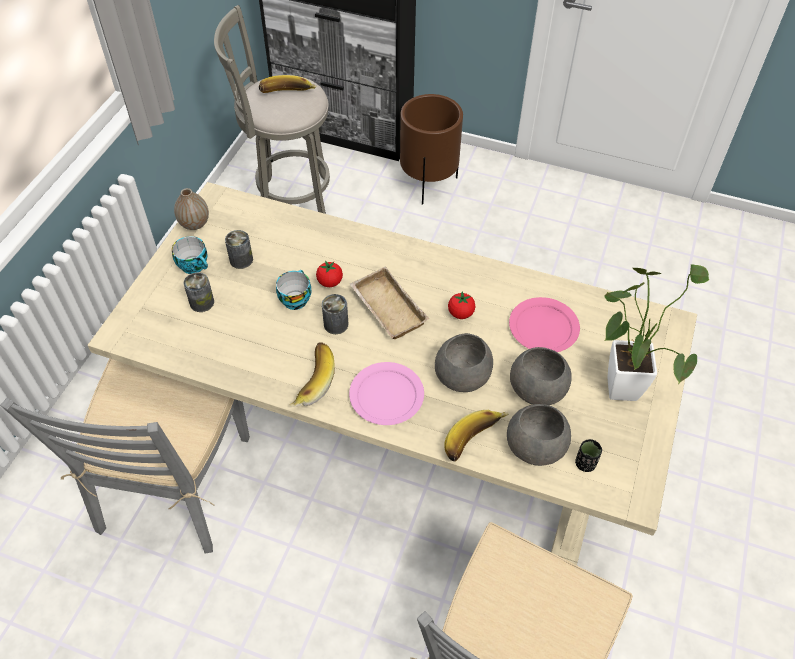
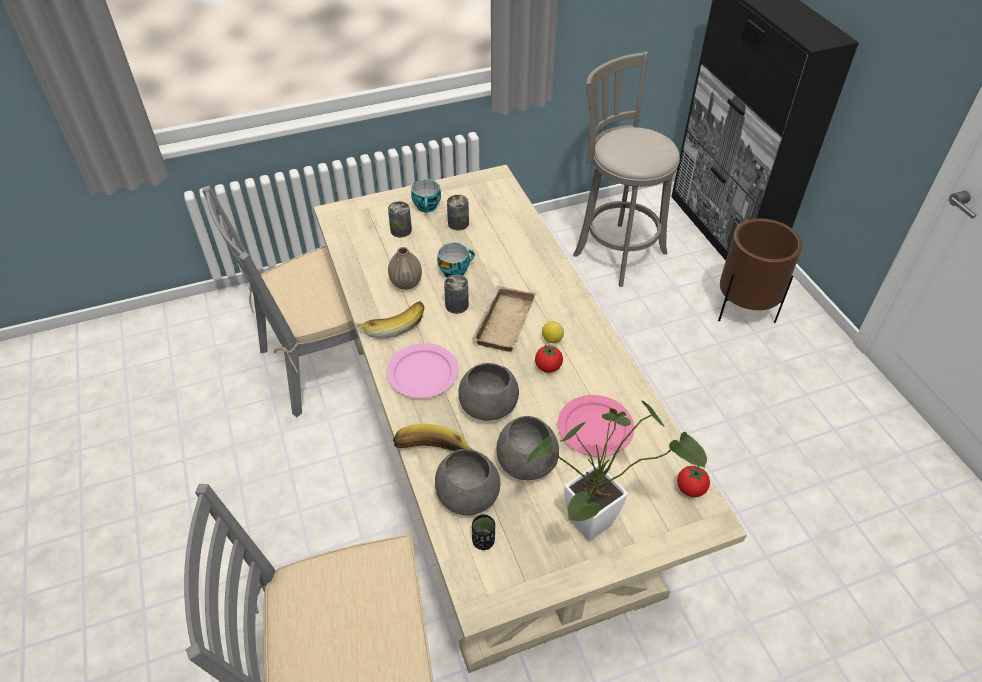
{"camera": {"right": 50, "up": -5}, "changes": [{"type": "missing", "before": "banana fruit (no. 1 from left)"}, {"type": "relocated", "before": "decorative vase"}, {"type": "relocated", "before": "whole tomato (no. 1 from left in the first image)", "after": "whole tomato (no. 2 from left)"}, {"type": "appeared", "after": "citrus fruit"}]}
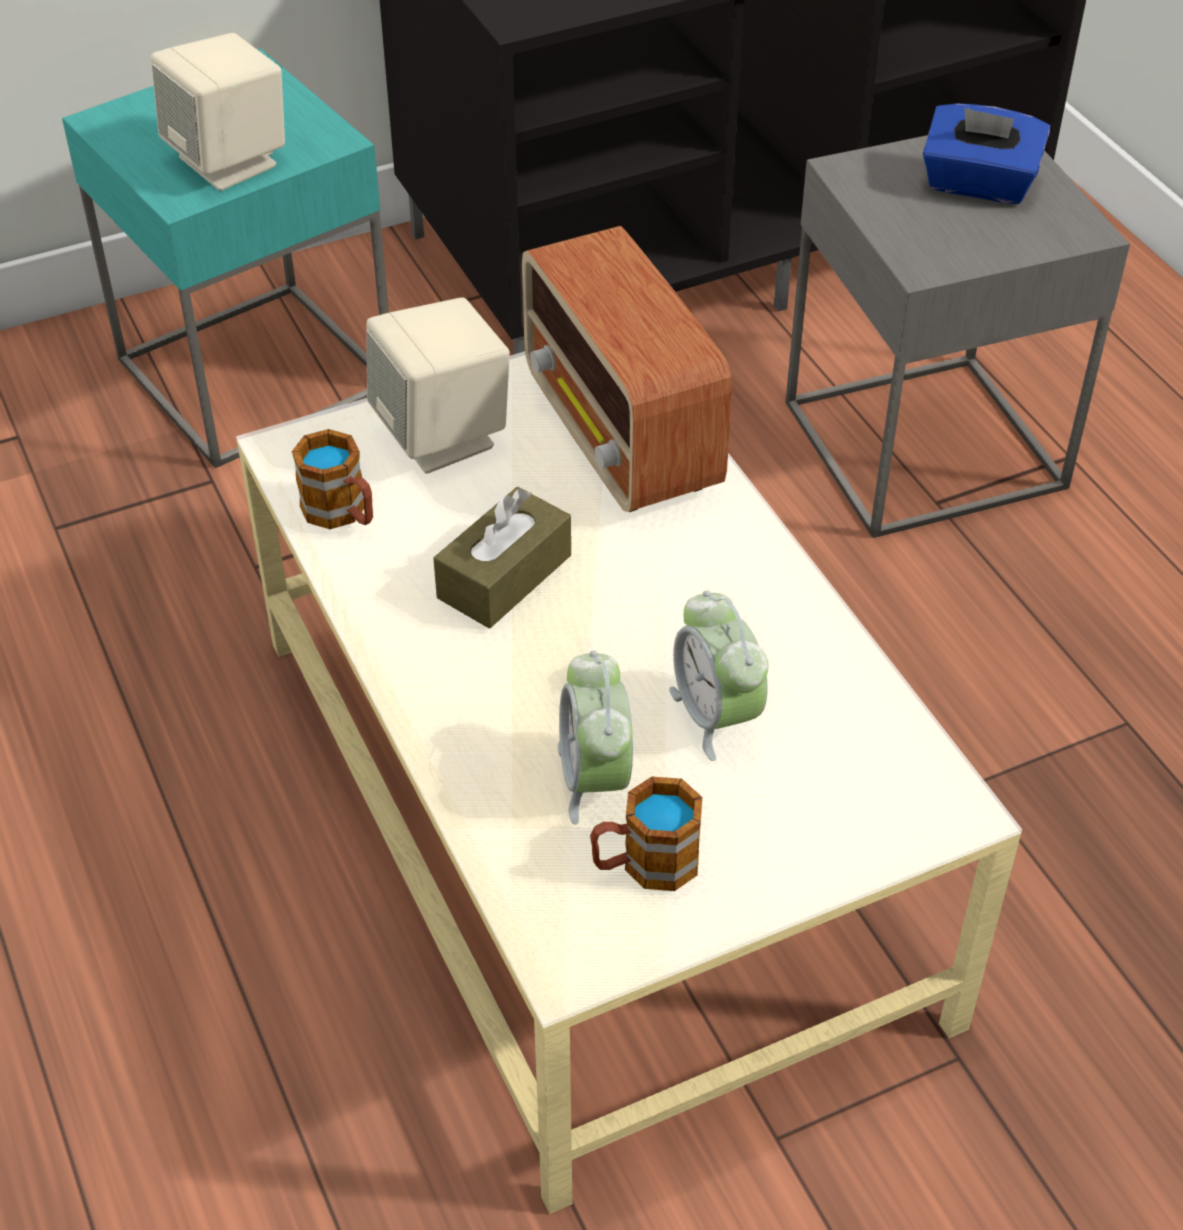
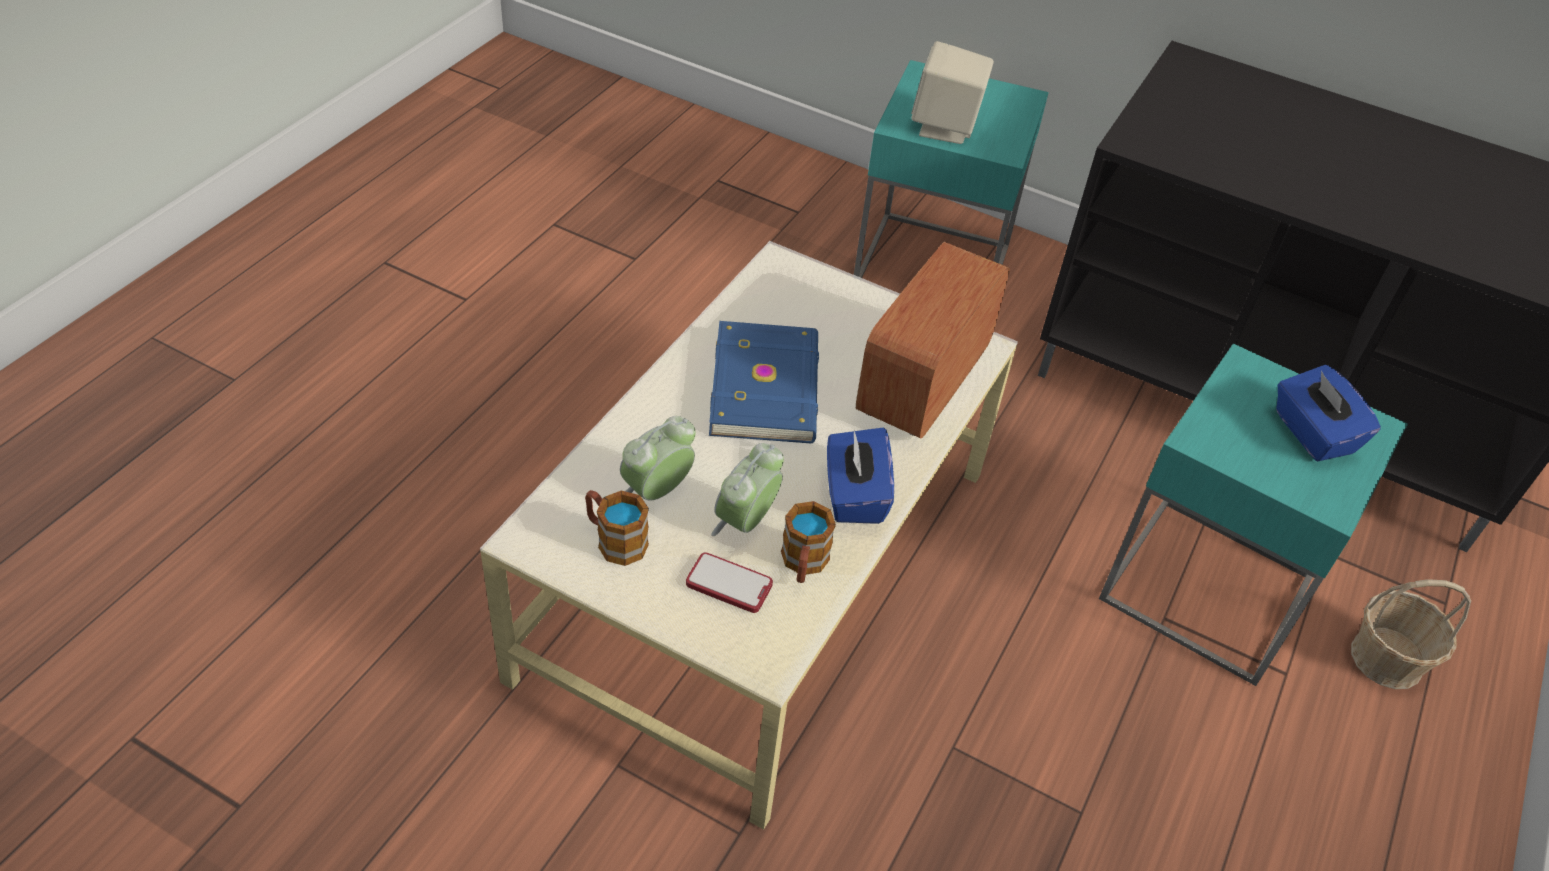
{"camera": {"right": 50, "up": 0}, "changes": [{"type": "colour", "before": "greyish side table", "after": "turquoise side table (no. 2 from left)"}, {"type": "missing", "before": "sand-coloured audio speaker (no. 2 from left)"}, {"type": "relocated", "before": "mug (no. 1 from left in the first image)", "after": "mug (no. 2 from left)"}, {"type": "exchanged", "before": "brown box of tissues", "after": "blue-coloured volume"}, {"type": "appeared", "after": "blue-coloured box of tissues (no. 1 from left)"}, {"type": "appeared", "after": "handset"}, {"type": "appeared", "after": "storage basket"}]}
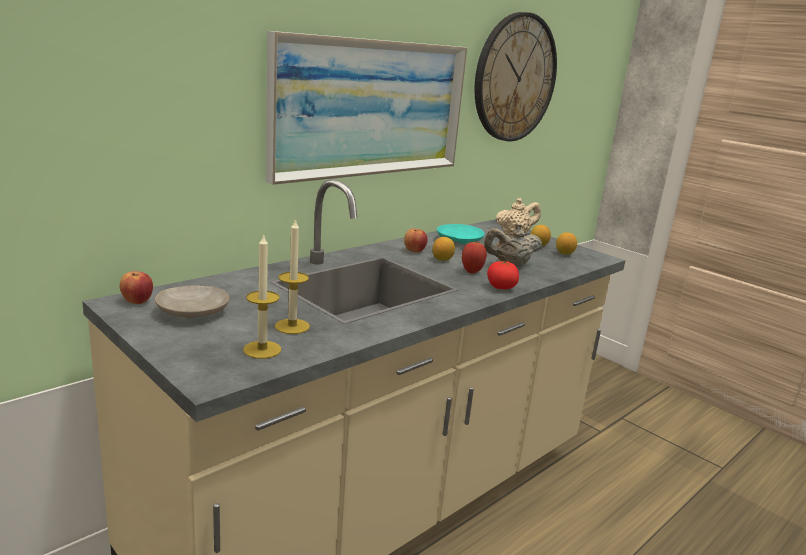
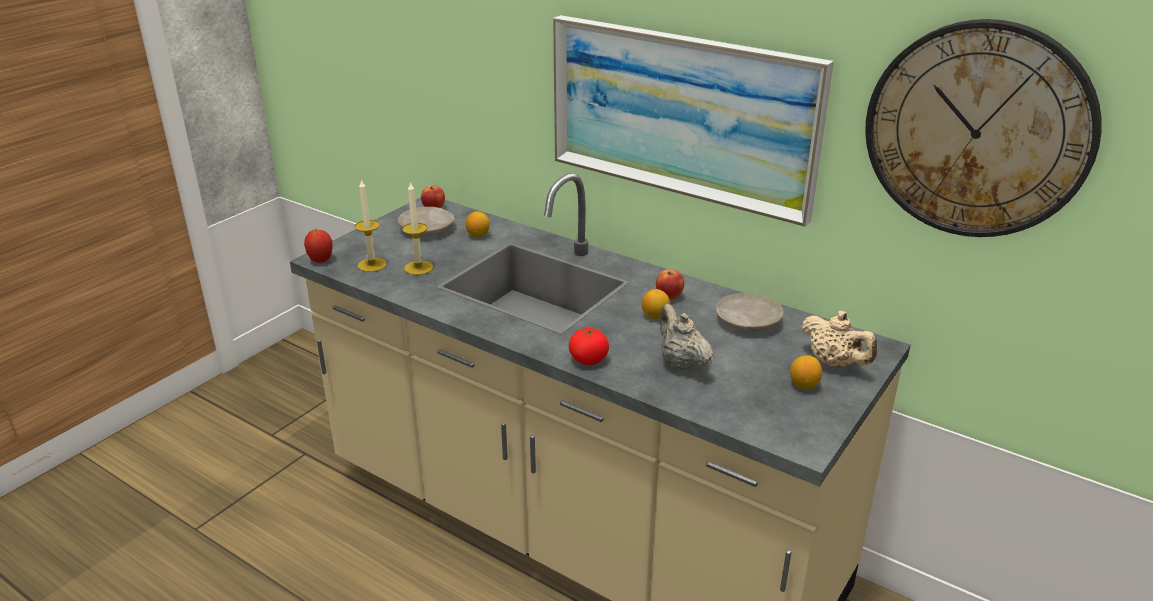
{"camera": {"right": 80, "up": 10}, "changes": [{"type": "colour", "before": "turquoise plate", "after": "sand-coloured plate (no. 2 from left)"}, {"type": "relocated", "before": "citrus fruit (no. 3 from left in the first image)", "after": "citrus fruit (no. 1 from left)"}, {"type": "relocated", "before": "whole apple (no. 3 from left in the first image)", "after": "whole apple (no. 1 from left)"}]}
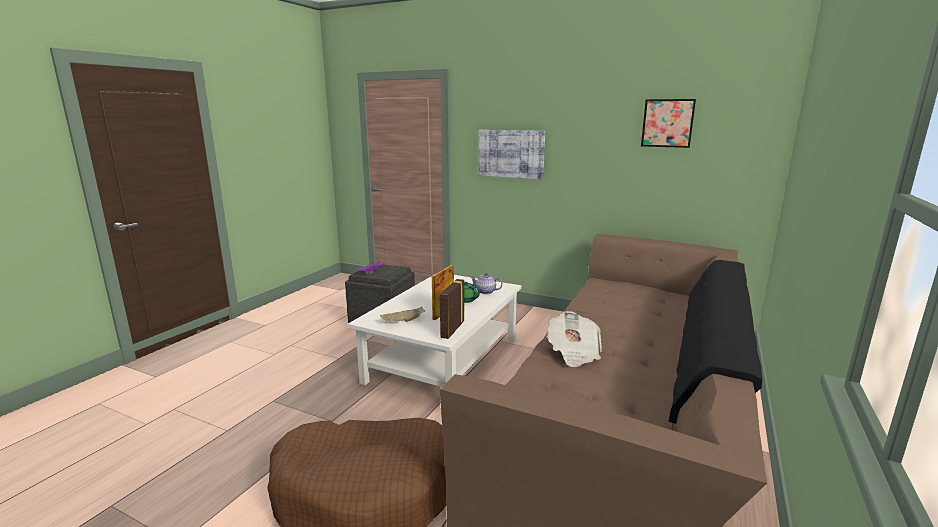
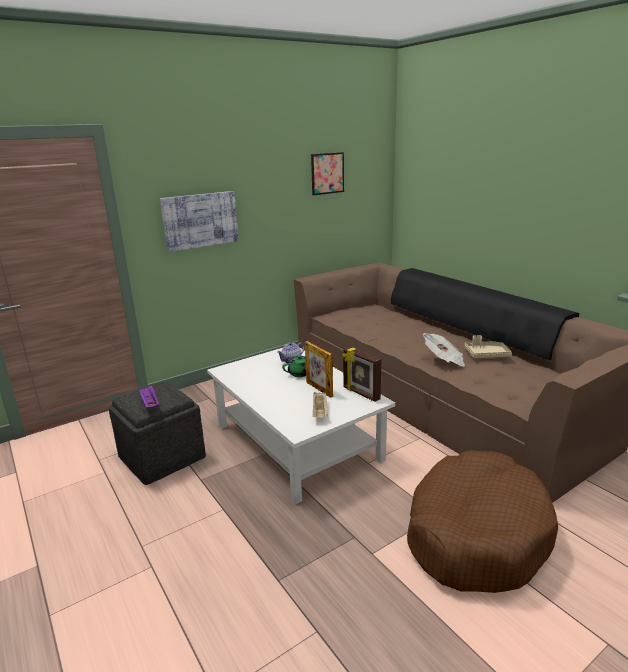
{"camera": {"right": -60, "up": 5}, "changes": [{"type": "appeared", "after": "sand-coloured carrying tray (no. 2 from left)"}]}
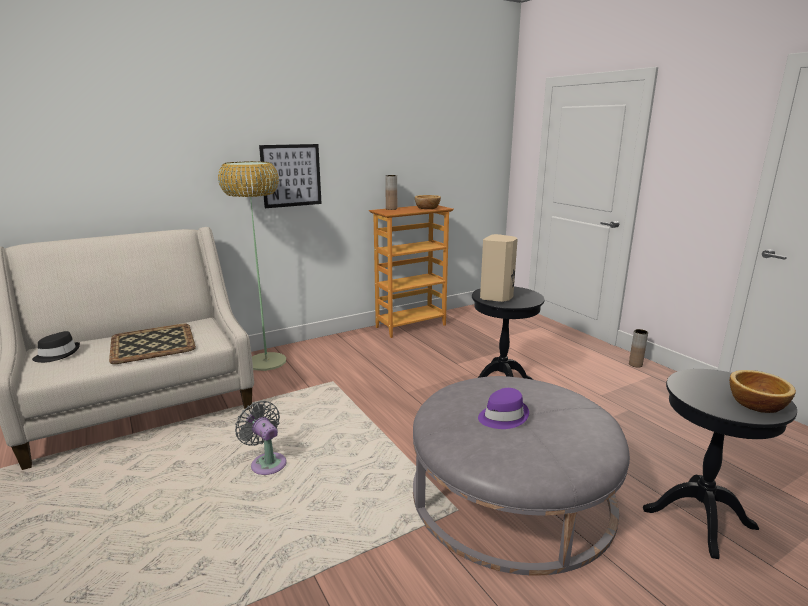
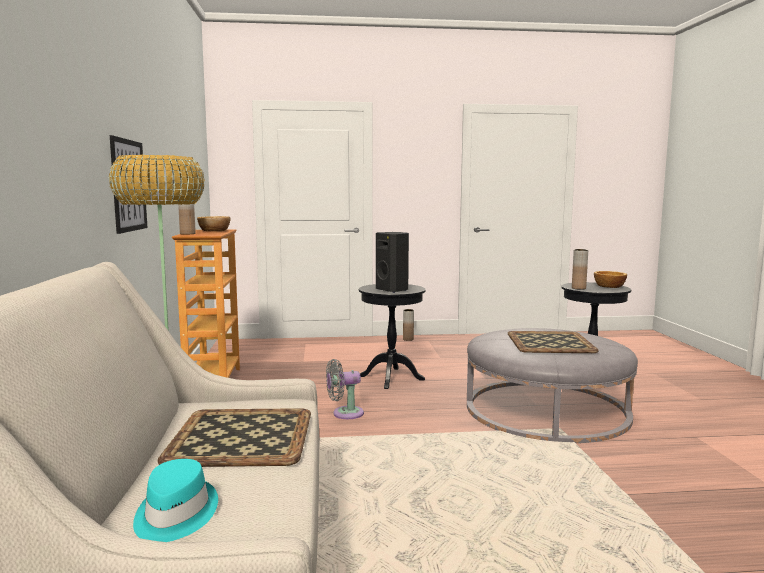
{"camera": {"right": -65, "up": -10}, "changes": [{"type": "colour", "before": "sand-coloured audio speaker", "after": "black-coloured audio speaker"}, {"type": "colour", "before": "black-coloured clothing hat", "after": "turquoise clothing hat"}, {"type": "exchanged", "before": "purple-coloured clothing hat", "after": "carrying tray (no. 2 from left)"}, {"type": "relocated", "before": "greyish electric fan"}, {"type": "appeared", "after": "brown decorative vase (no. 3 from left)"}]}
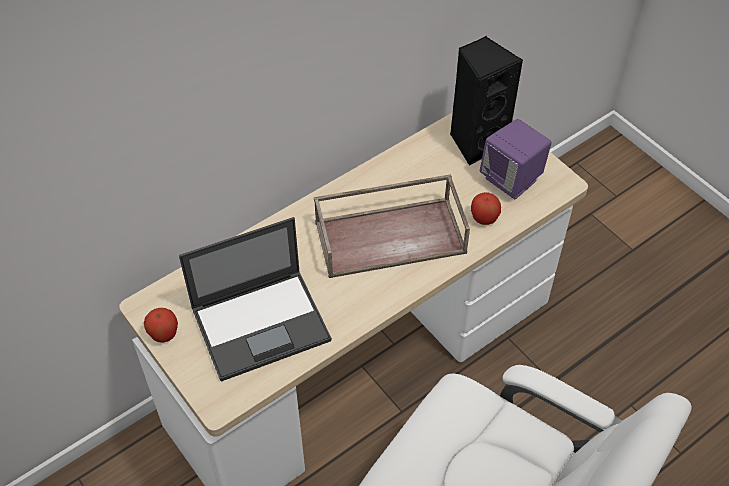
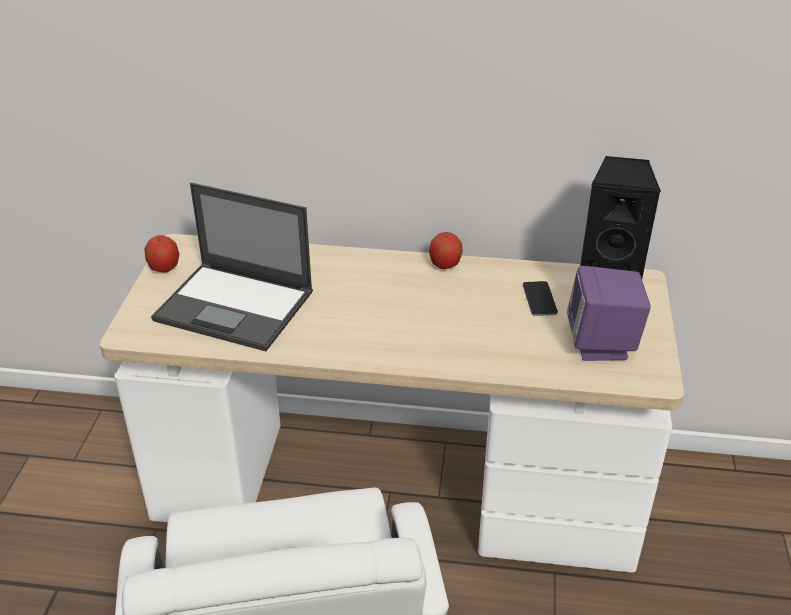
{"camera": {"right": 45, "up": -15}, "changes": [{"type": "missing", "before": "brown carrying tray"}, {"type": "relocated", "before": "whole apple (no. 2 from left)"}, {"type": "appeared", "after": "handset"}]}
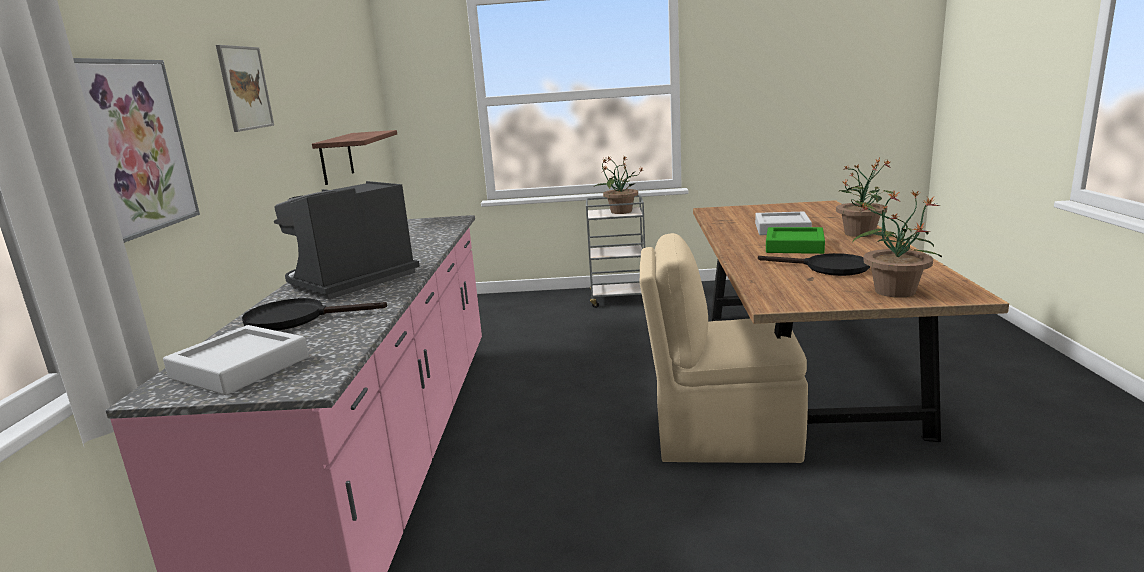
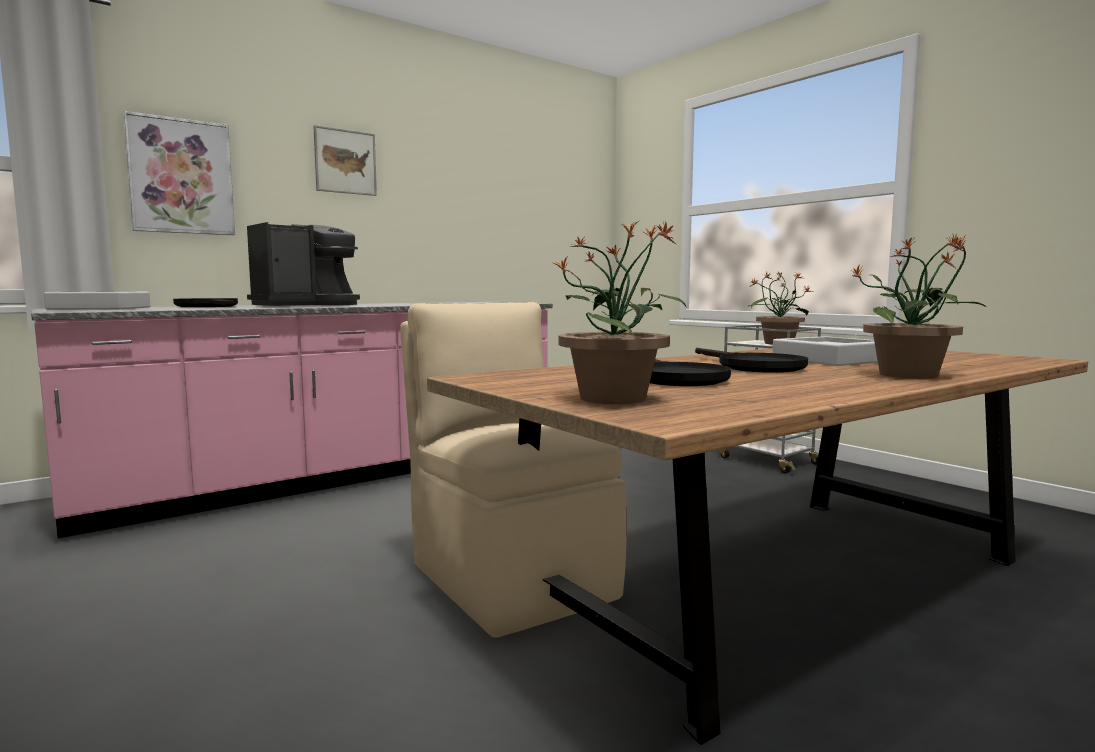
{"camera": {"right": 50, "up": -10}, "changes": [{"type": "missing", "before": "bracket shelf"}, {"type": "spun", "before": "coffee machine", "turn": 135}, {"type": "exchanged", "before": "greenish carrying tray", "after": "black-coloured pan (no. 3 from left)"}]}
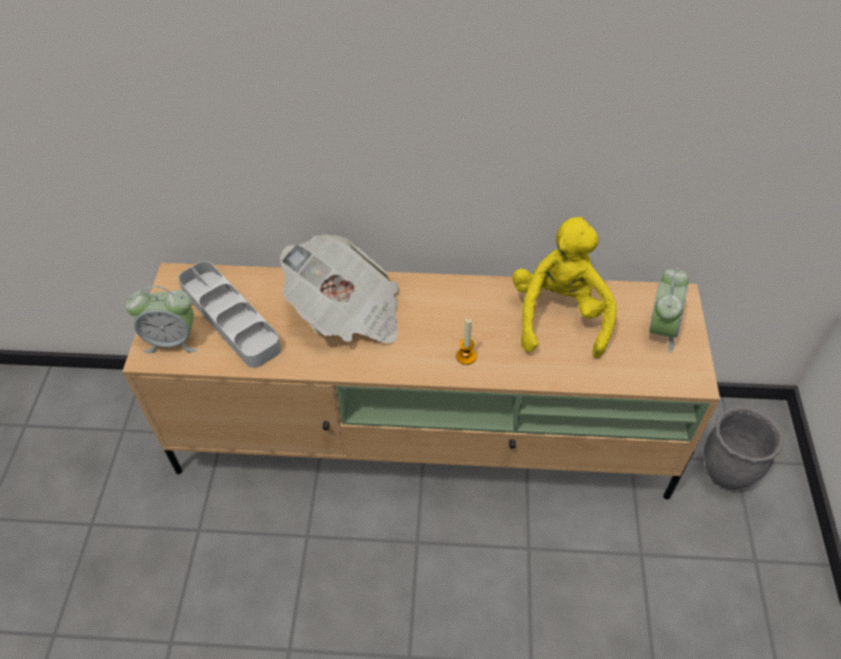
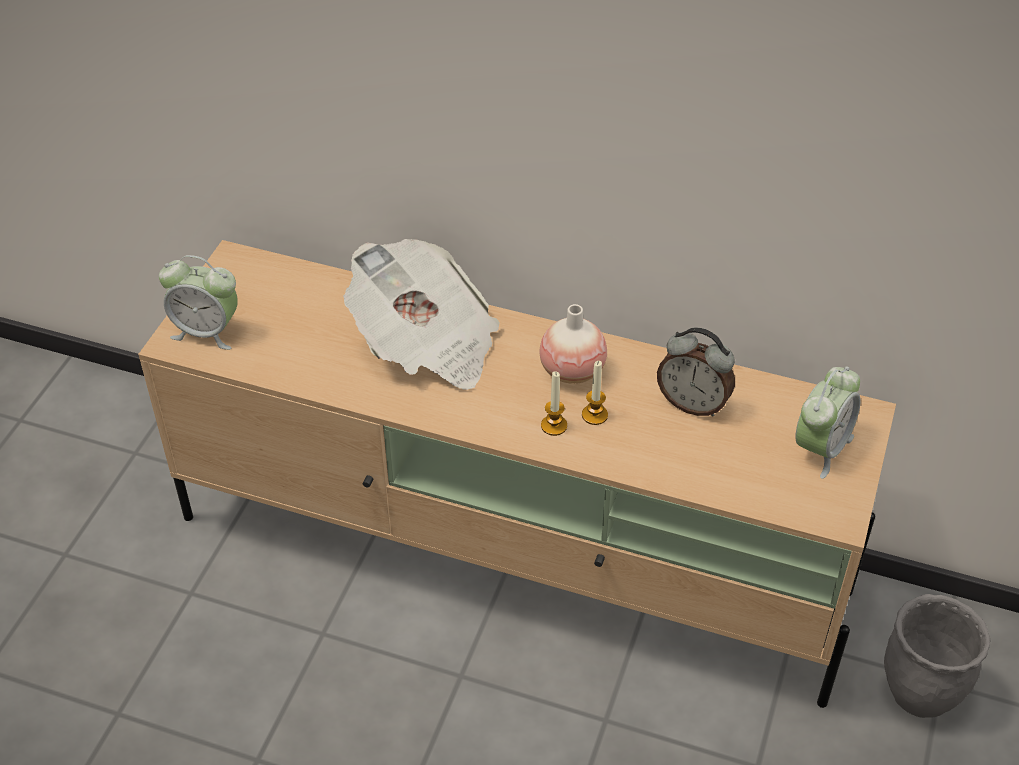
{"camera": {"right": 15, "up": -5}, "changes": [{"type": "exchanged", "before": "yellow plush toy", "after": "bedside clock (no. 2 from left)"}, {"type": "missing", "before": "greyish carrying tray"}, {"type": "appeared", "after": "decorative vase"}, {"type": "appeared", "after": "candle (no. 2 from left)"}]}
